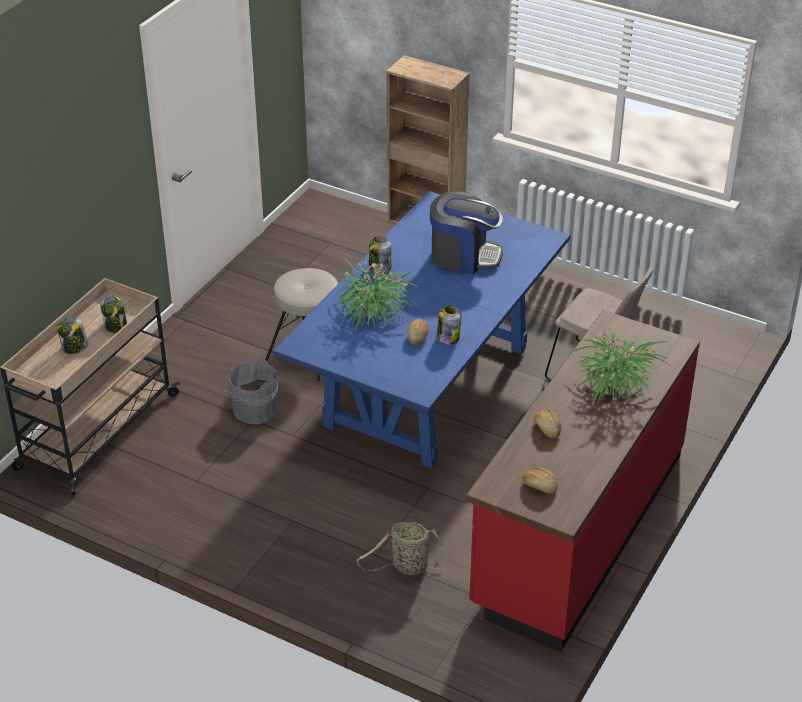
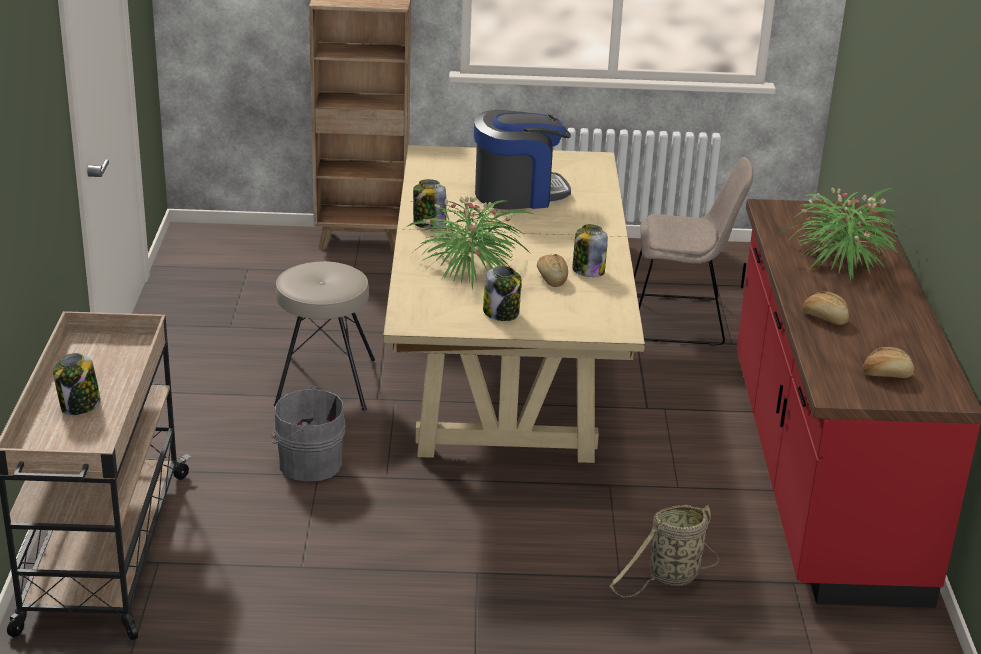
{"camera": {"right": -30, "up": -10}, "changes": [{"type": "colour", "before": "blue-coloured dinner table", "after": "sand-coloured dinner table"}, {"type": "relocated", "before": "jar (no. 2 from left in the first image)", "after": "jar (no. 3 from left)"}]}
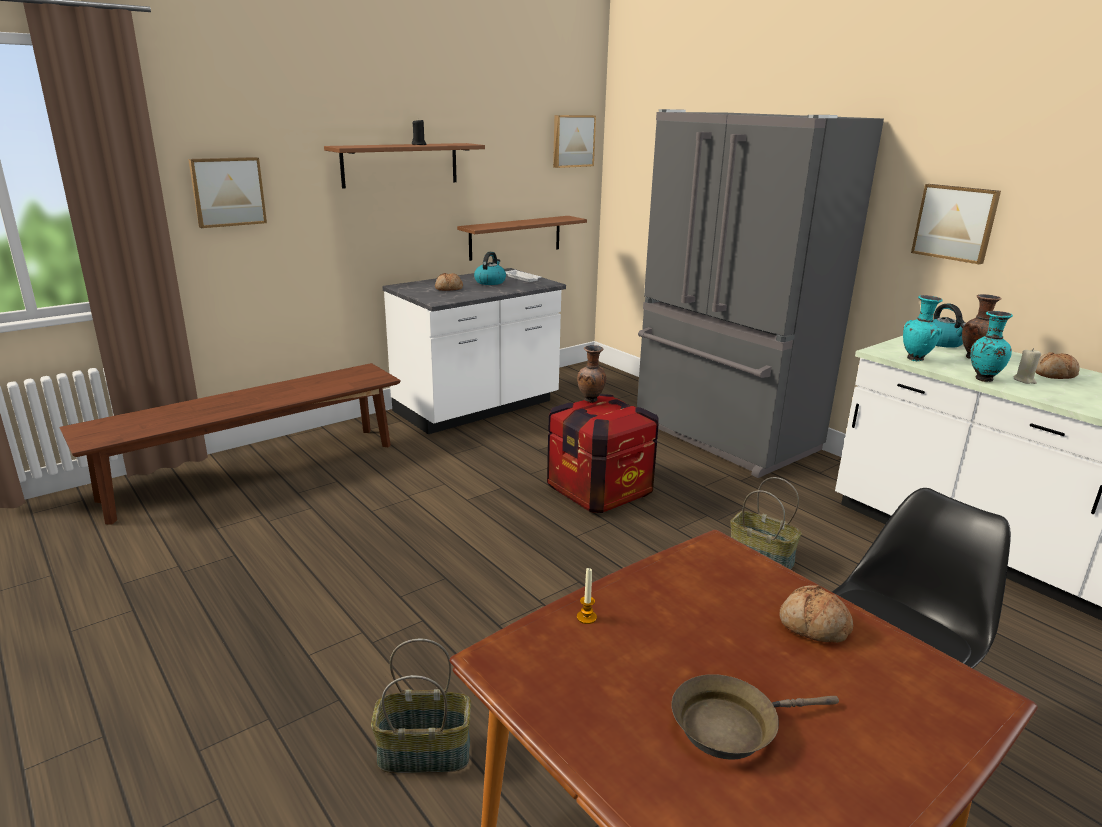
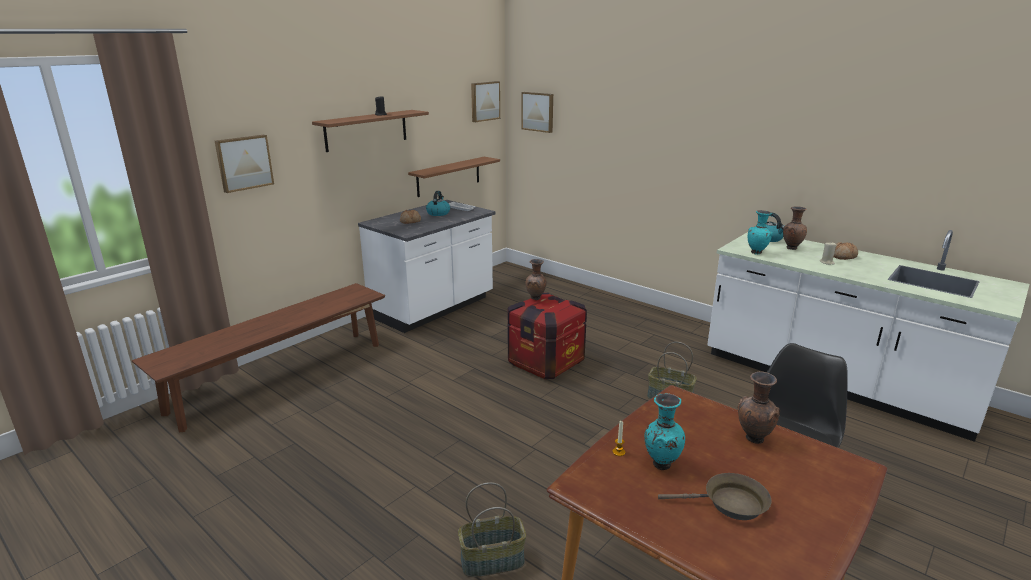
{"camera": {"right": -10, "up": 0}, "changes": [{"type": "missing", "before": "greyish refrigerator"}, {"type": "relocated", "before": "picture (no. 3 from left)"}, {"type": "relocated", "before": "turquoise decorative vase (no. 2 from left in the first image)", "after": "turquoise decorative vase (no. 1 from left)"}, {"type": "exchanged", "before": "baked bread (no. 2 from left)", "after": "brown decorative vase (no. 2 from left)"}, {"type": "spun", "before": "brown pan", "turn": -150}]}
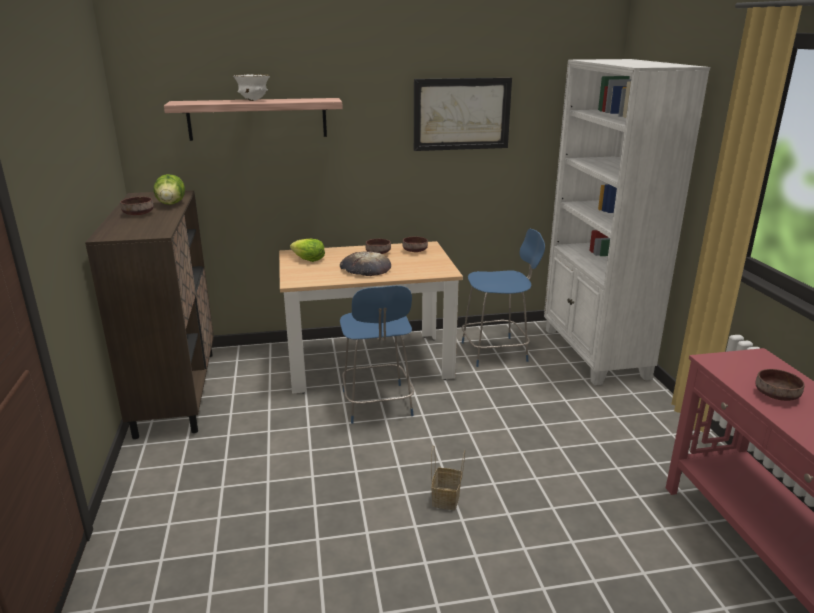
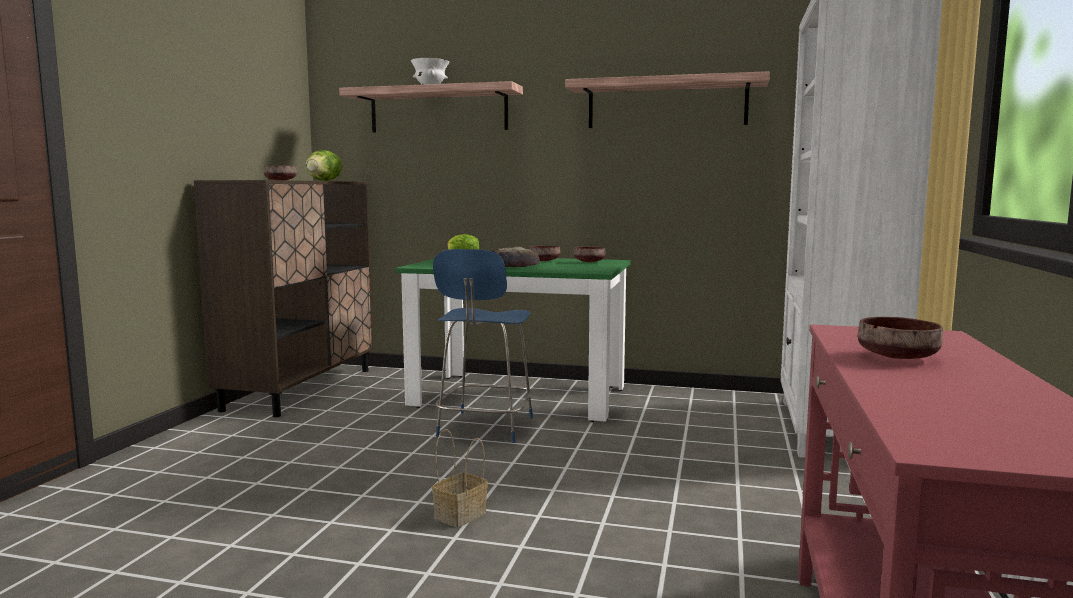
{"camera": {"right": 25, "up": -15}, "changes": [{"type": "exchanged", "before": "picture", "after": "bracket shelf (no. 2 from left)"}, {"type": "missing", "before": "blue-coloured upright chair (no. 2 from left)"}, {"type": "colour", "before": "sand-coloured dinner table", "after": "greenish dinner table"}]}
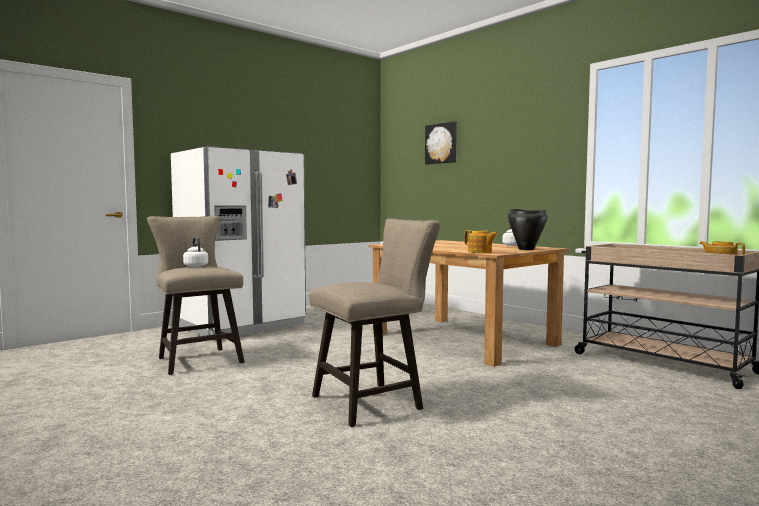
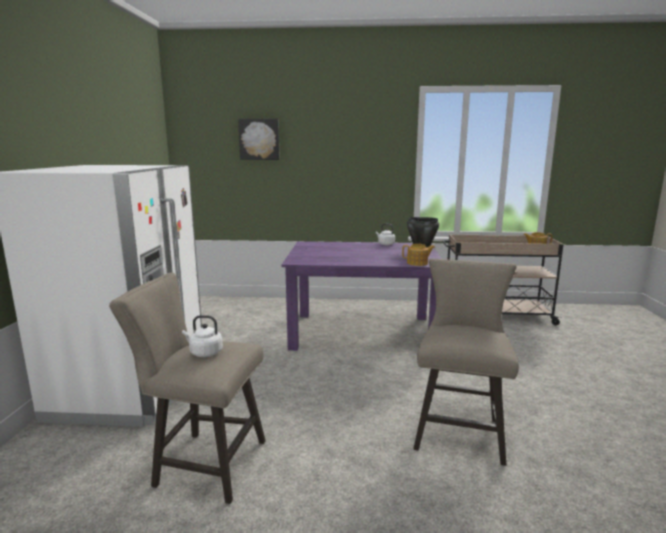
{"camera": {"right": -45, "up": 10}, "changes": [{"type": "colour", "before": "brown dinner table", "after": "purple-coloured dinner table"}]}
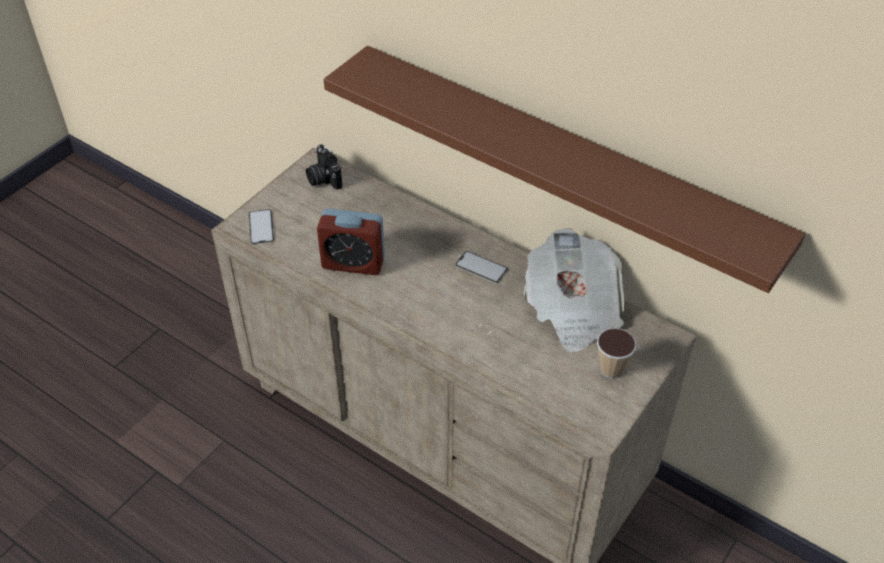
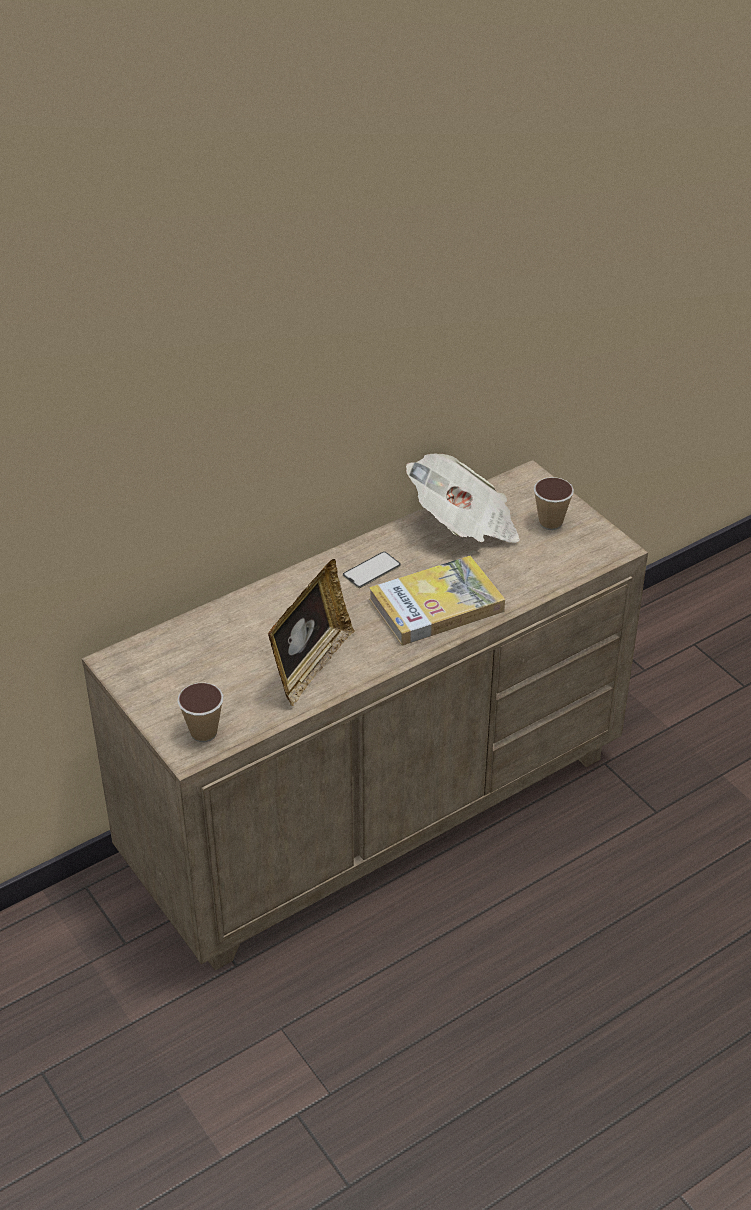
{"camera": {"right": -70, "up": -5}, "changes": [{"type": "missing", "before": "brown bracket shelf"}, {"type": "missing", "before": "still camera"}, {"type": "exchanged", "before": "bedside clock", "after": "picture frame"}, {"type": "exchanged", "before": "handset (no. 1 from left)", "after": "small cup (no. 1 from left)"}, {"type": "appeared", "after": "volume"}]}
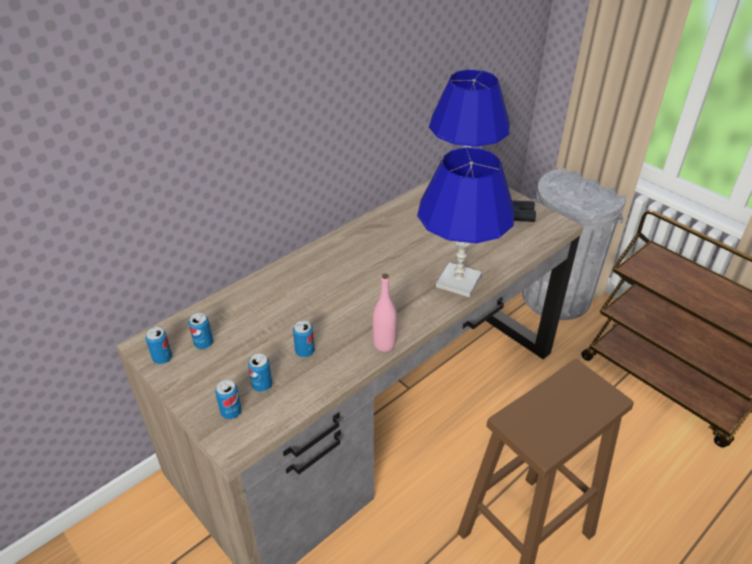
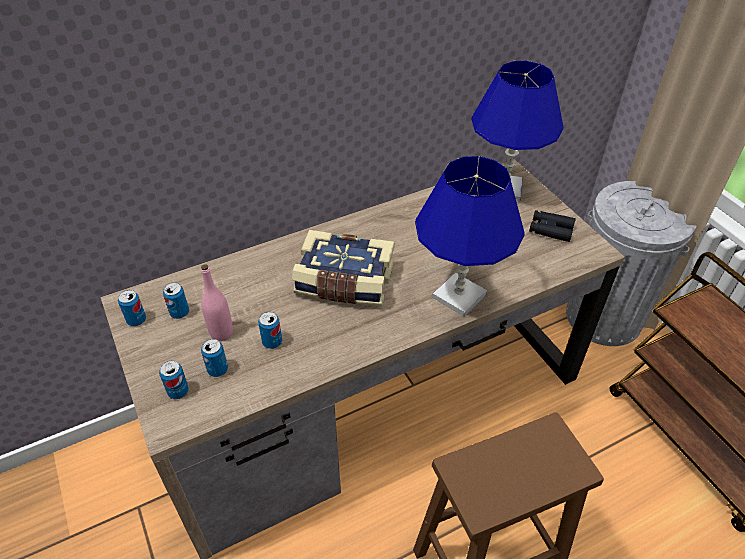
{"camera": {"right": 15, "up": 5}, "changes": [{"type": "relocated", "before": "pinkish bottle"}, {"type": "appeared", "after": "volume"}]}
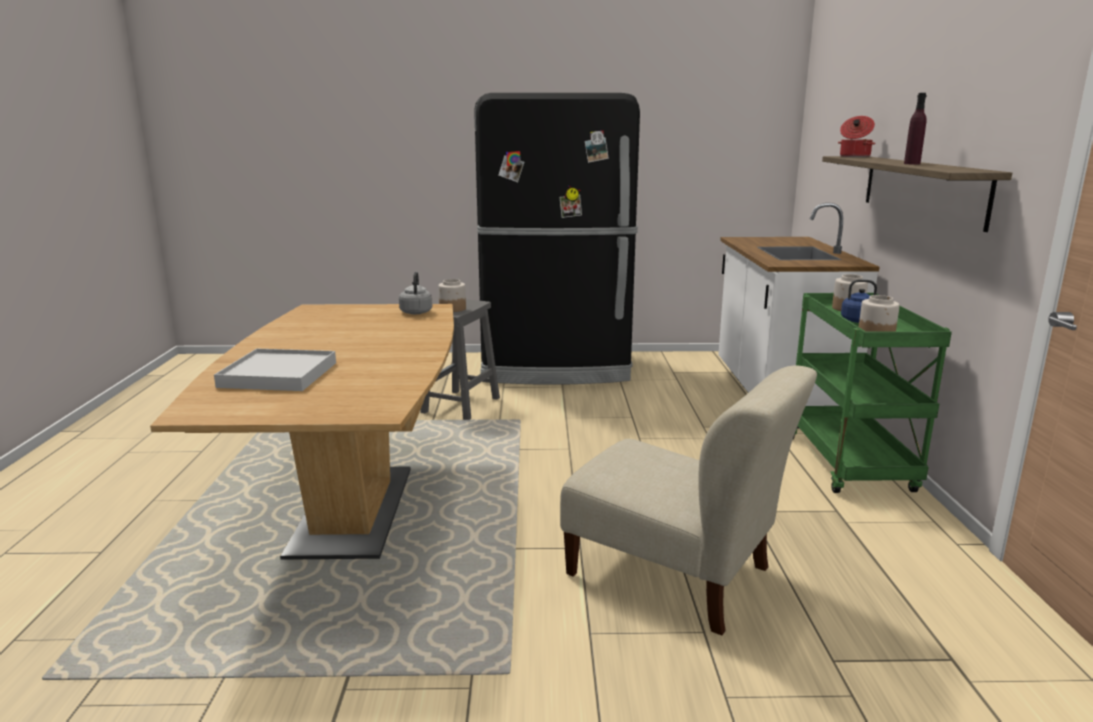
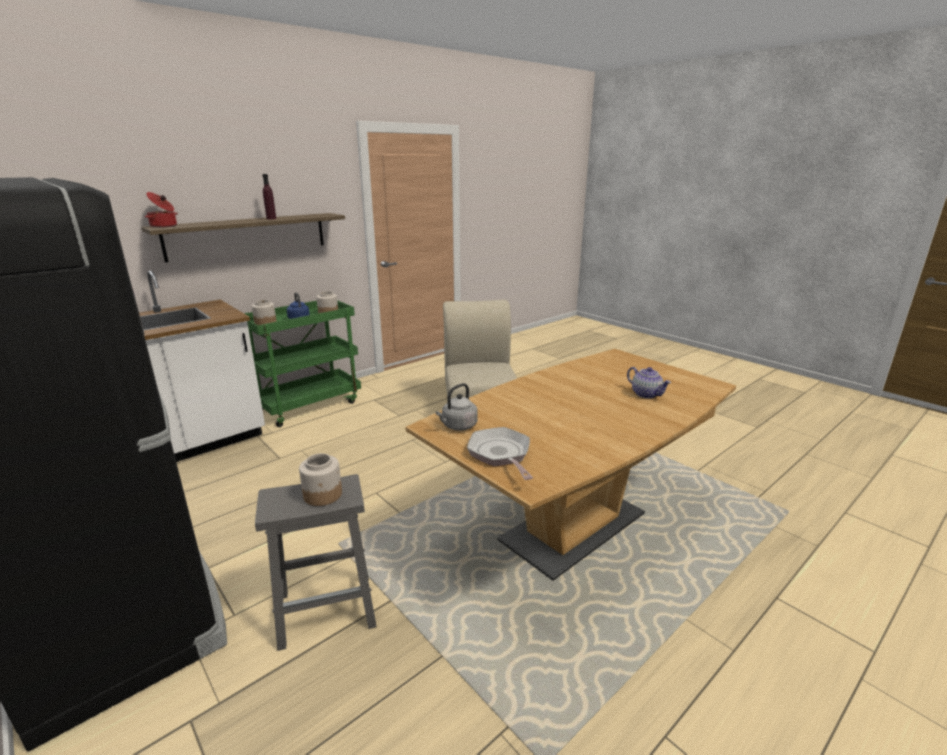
{"camera": {"right": -130, "up": 5}, "changes": [{"type": "exchanged", "before": "white carrying tray", "after": "tea pot"}, {"type": "appeared", "after": "pan"}]}
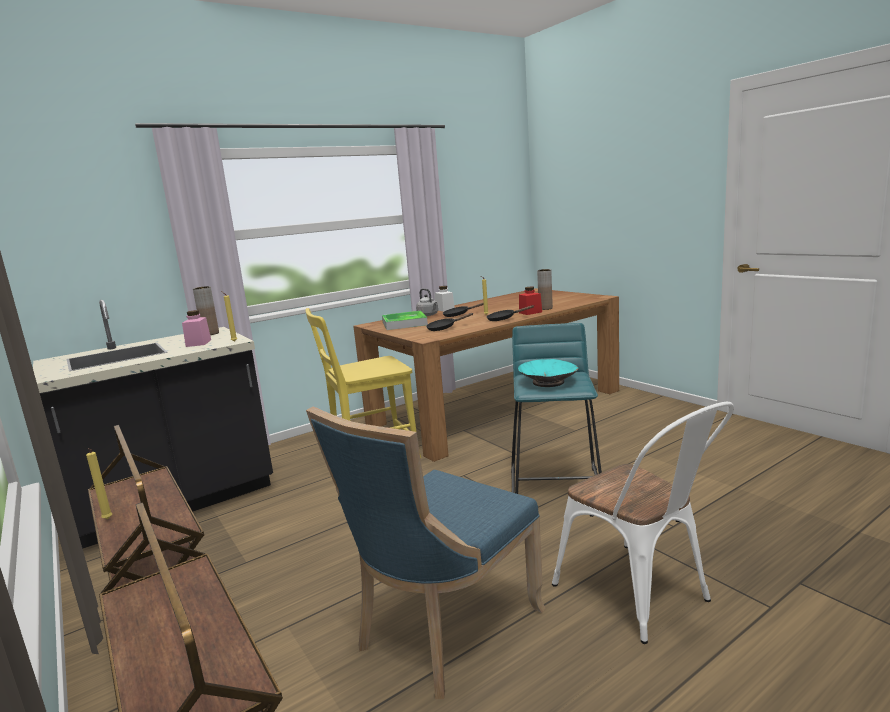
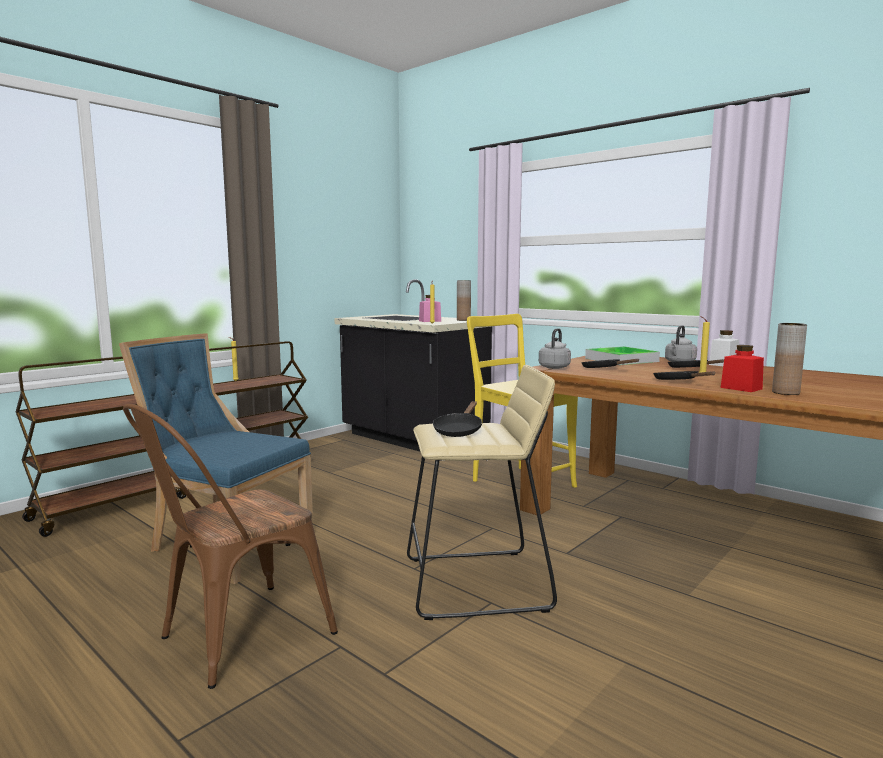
{"camera": {"right": 75, "up": -5}, "changes": [{"type": "colour", "before": "turquoise stool seat", "after": "sand-coloured stool seat"}, {"type": "exchanged", "before": "turquoise serving bowl", "after": "black-coloured pan (no. 1 from left)"}, {"type": "colour", "before": "white upright chair", "after": "brown upright chair"}, {"type": "appeared", "after": "greyish kettle (no. 1 from left)"}]}
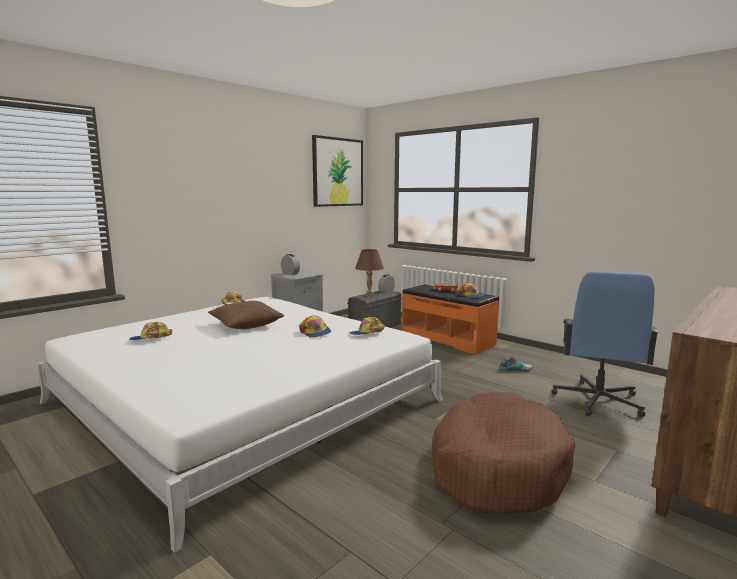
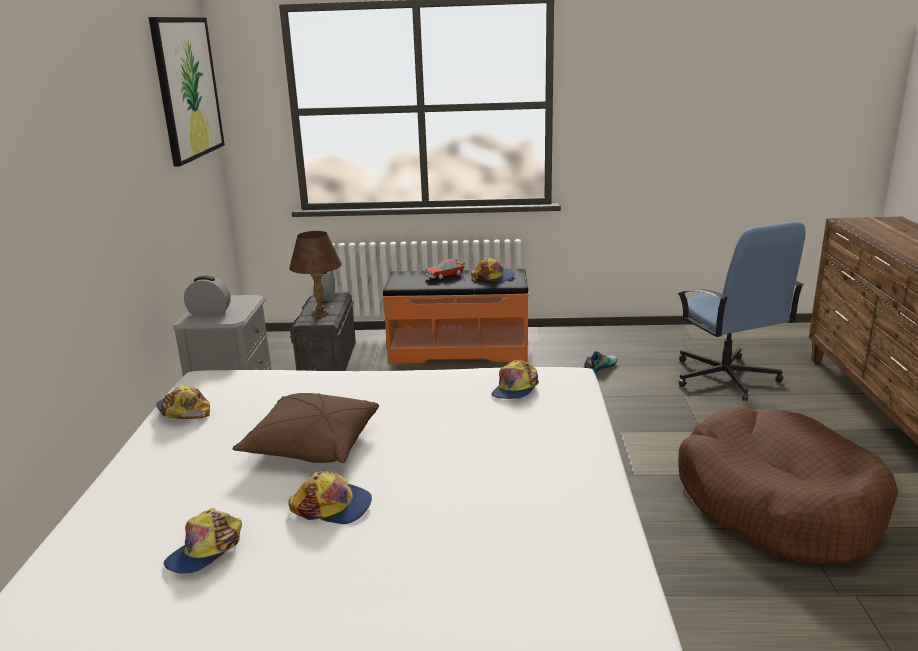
{"camera": {"right": -40, "up": 10}, "changes": [{"type": "relocated", "before": "baseball cap (no. 3 from left)"}]}
